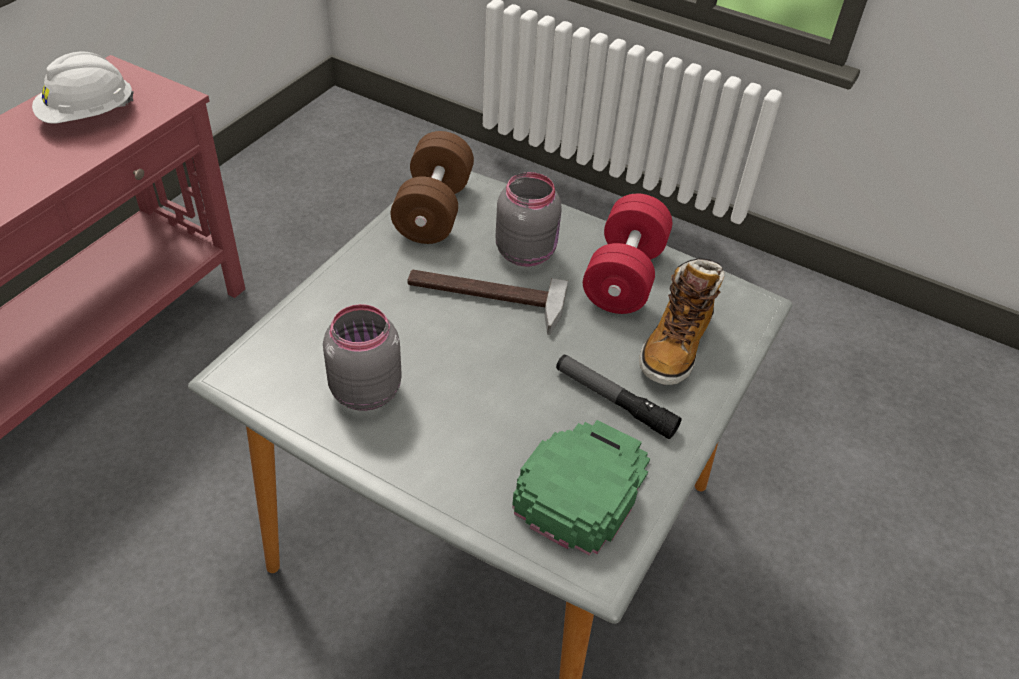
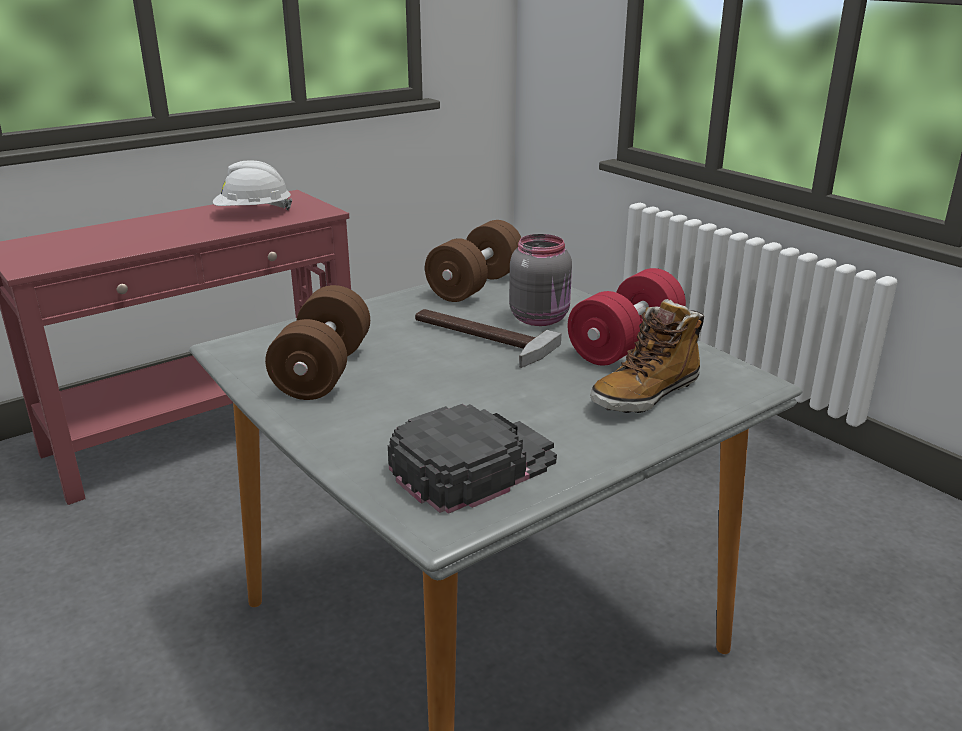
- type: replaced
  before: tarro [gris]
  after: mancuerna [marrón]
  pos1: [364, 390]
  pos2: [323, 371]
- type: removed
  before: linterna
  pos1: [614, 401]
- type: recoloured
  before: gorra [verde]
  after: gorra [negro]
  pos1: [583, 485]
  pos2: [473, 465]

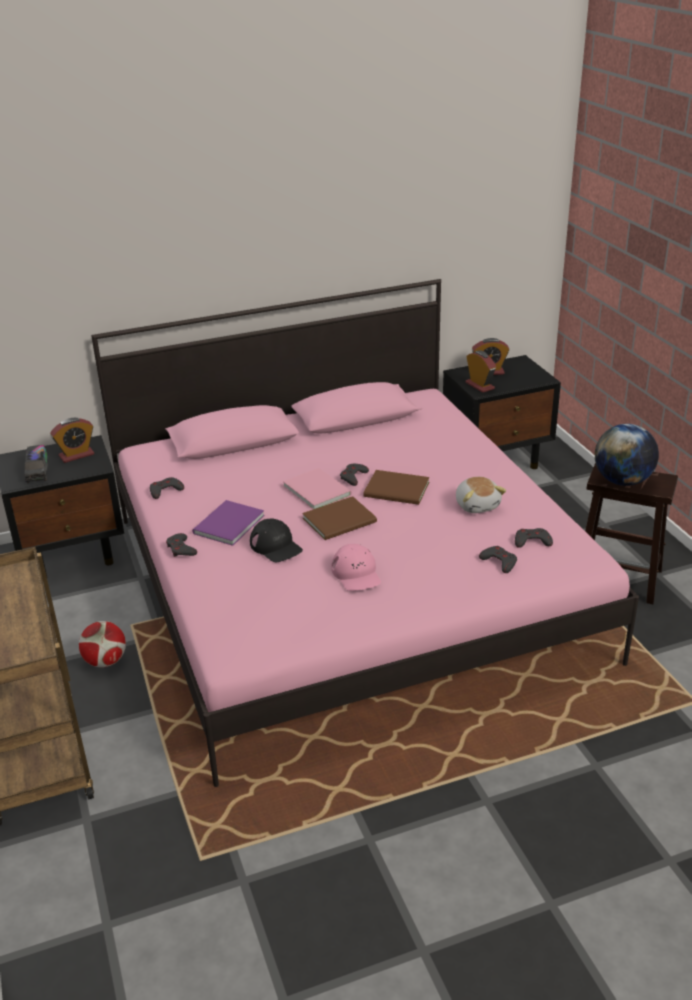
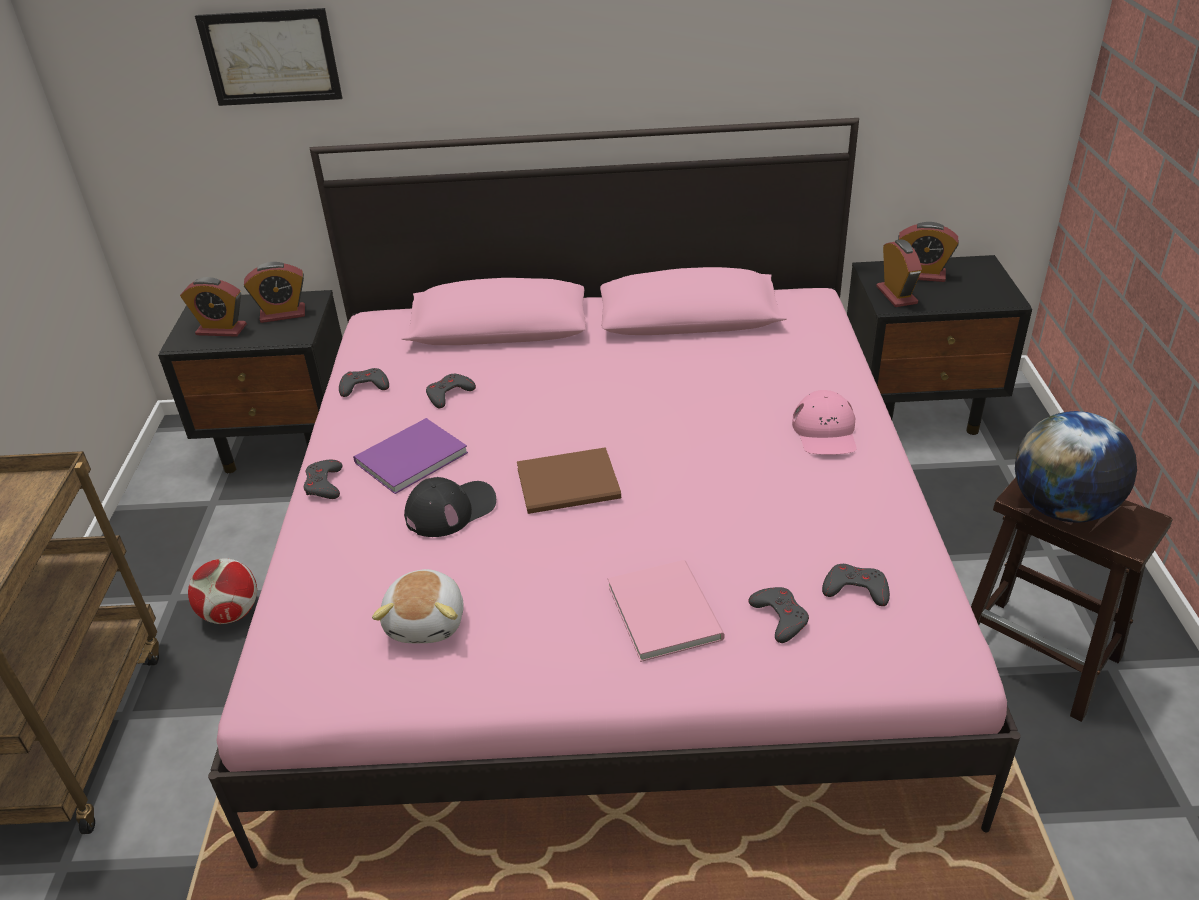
- type: replaced
  before: camión de juguete
  after: despertador
  pos1: [37, 471]
  pos2: [221, 330]
- type: moved
  before: mando de consola [gris]
  pos1: [353, 477]
  pos2: [449, 394]
- type: moved
  before: libro [rosa]
  pos1: [317, 489]
  pos2: [665, 609]
- type: removed
  before: libro [marrón]
  pos1: [398, 490]
- type: moved
  before: peluche
  pos1: [477, 505]
  pos2: [427, 621]
- type: turned
  before: gorra [negro]
  pos1: [276, 546]
  pos2: [451, 509]
  turn: -105
- type: moved
  before: gorra [rosa]
  pos1: [356, 574]
  pos2: [825, 432]
- type: added
  after: cuadro
  pos2: [271, 57]

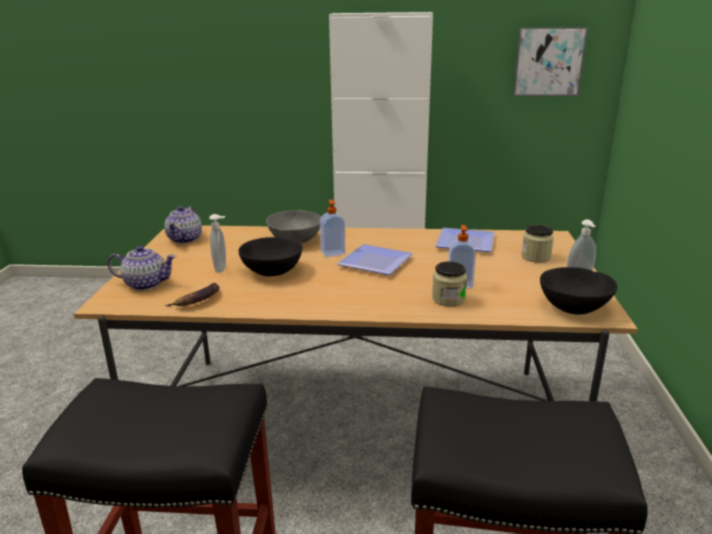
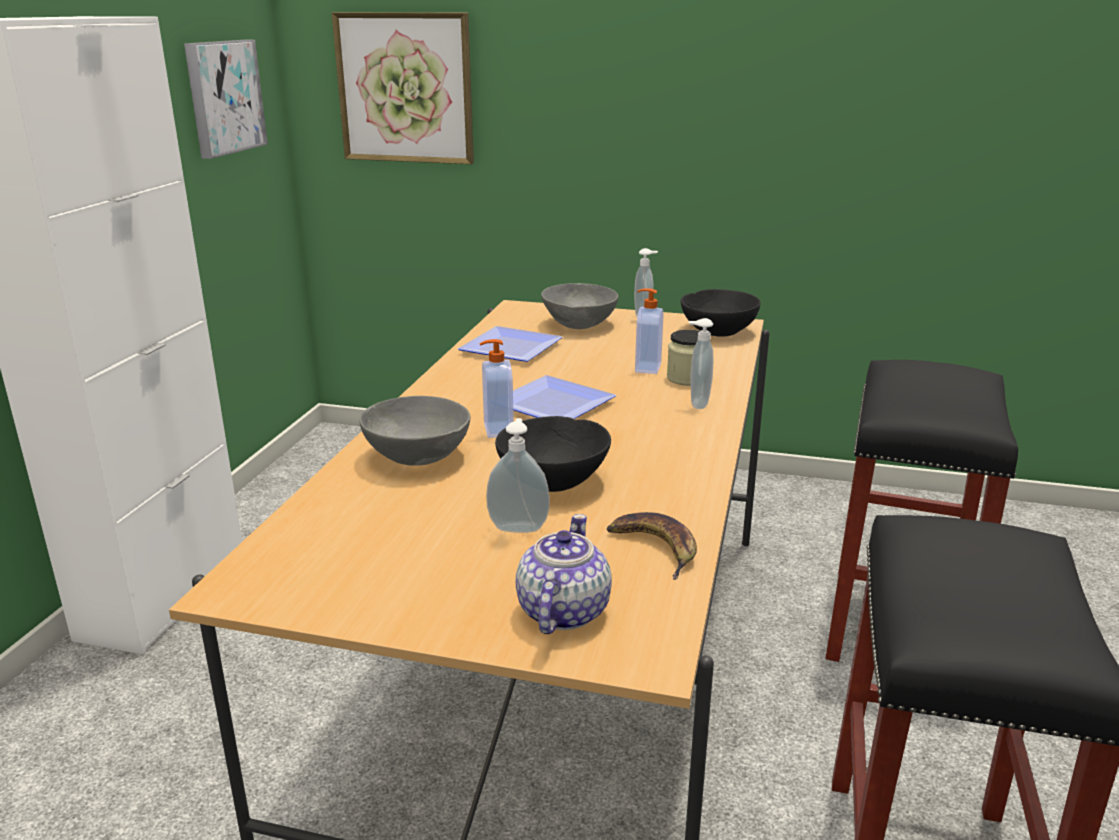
- type: removed
  before: tetera
  pos1: [185, 239]
- type: replaced
  before: tarro
  after: cuenco [gris]
  pos1: [535, 257]
  pos2: [579, 324]
- type: added
  after: cuadro
  pos2: [405, 88]
- type: added
  after: dispensador de jabón
  pos2: [697, 403]

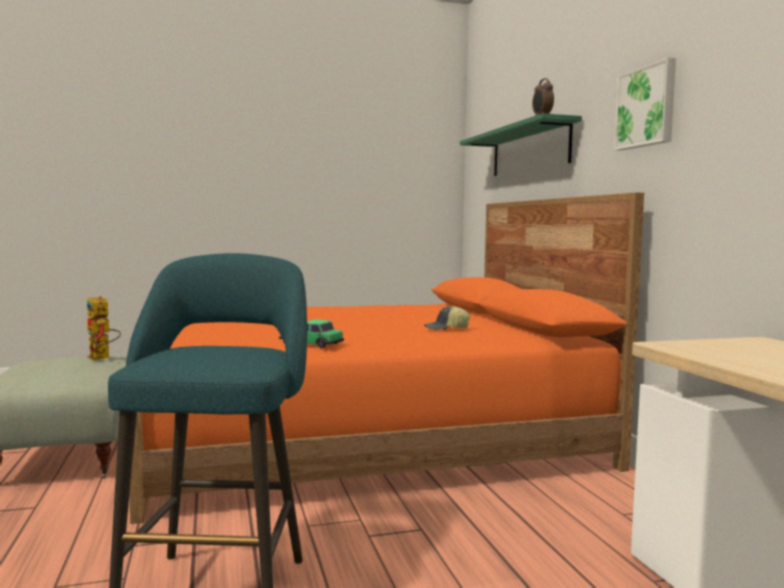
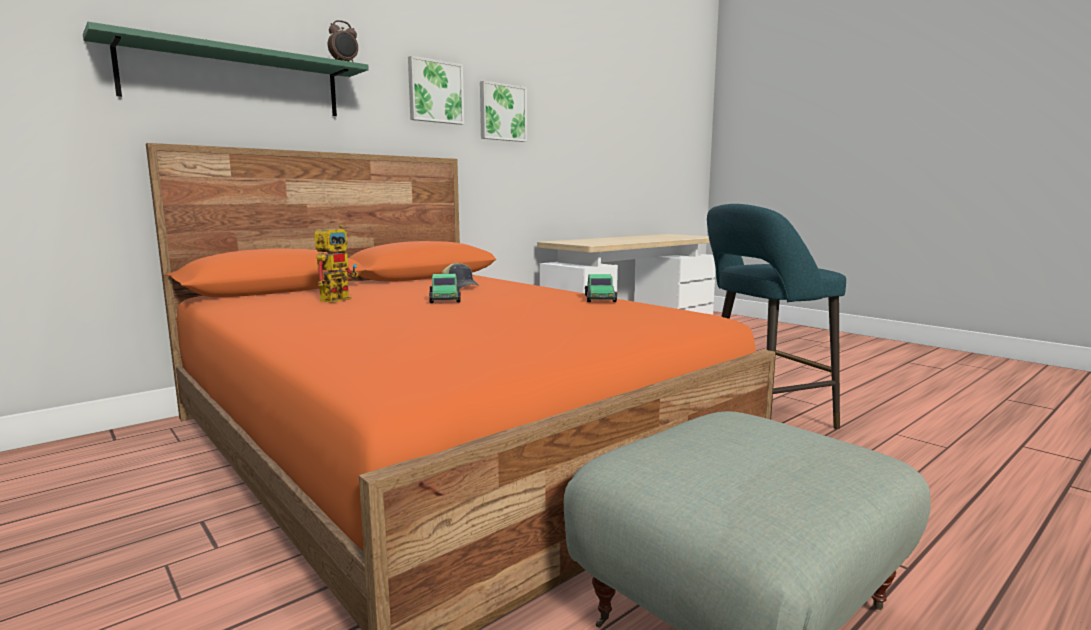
- type: moved
  before: robot de juguete
  pos1: [102, 358]
  pos2: [338, 298]
- type: added
  after: cuadro
  pos2: [502, 112]
- type: added
  after: coche de juguete
  pos2: [445, 299]

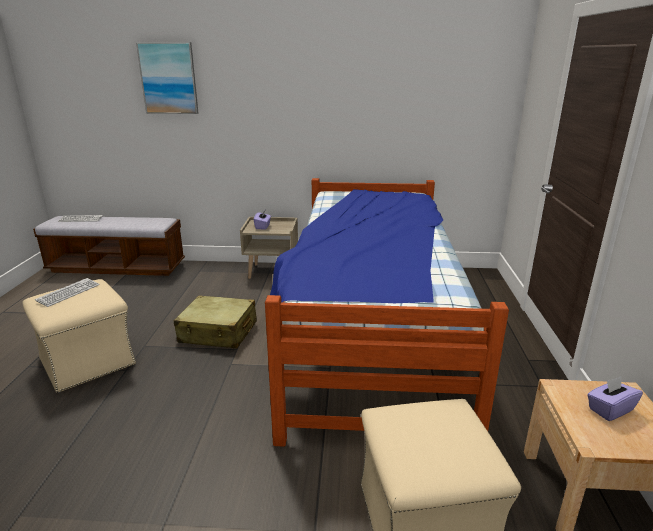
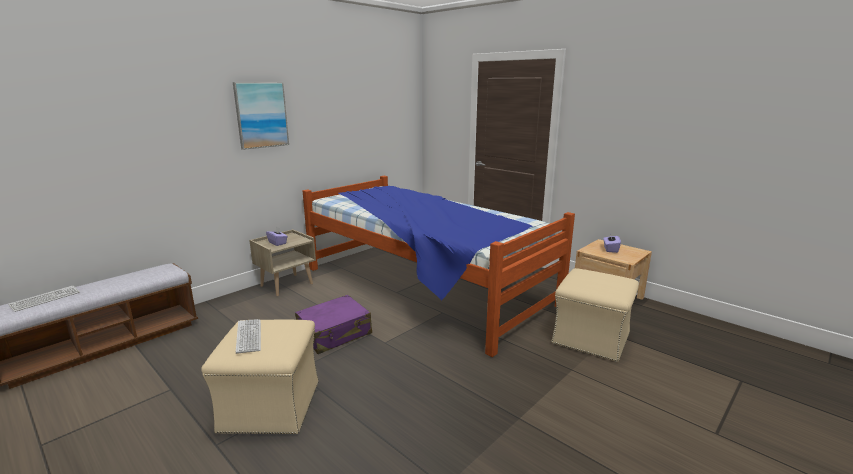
- type: moved
  before: cuadro
  pos1: [168, 78]
  pos2: [261, 115]
- type: recoloured
  before: maleta [beis]
  after: maleta [morado]
  pos1: [218, 332]
  pos2: [335, 333]

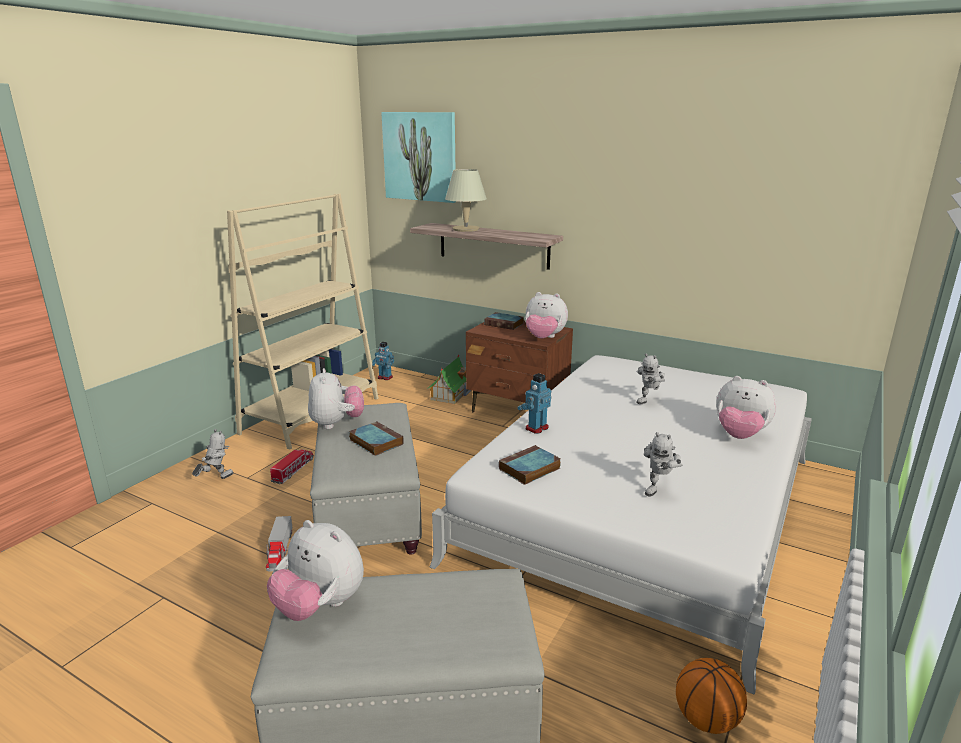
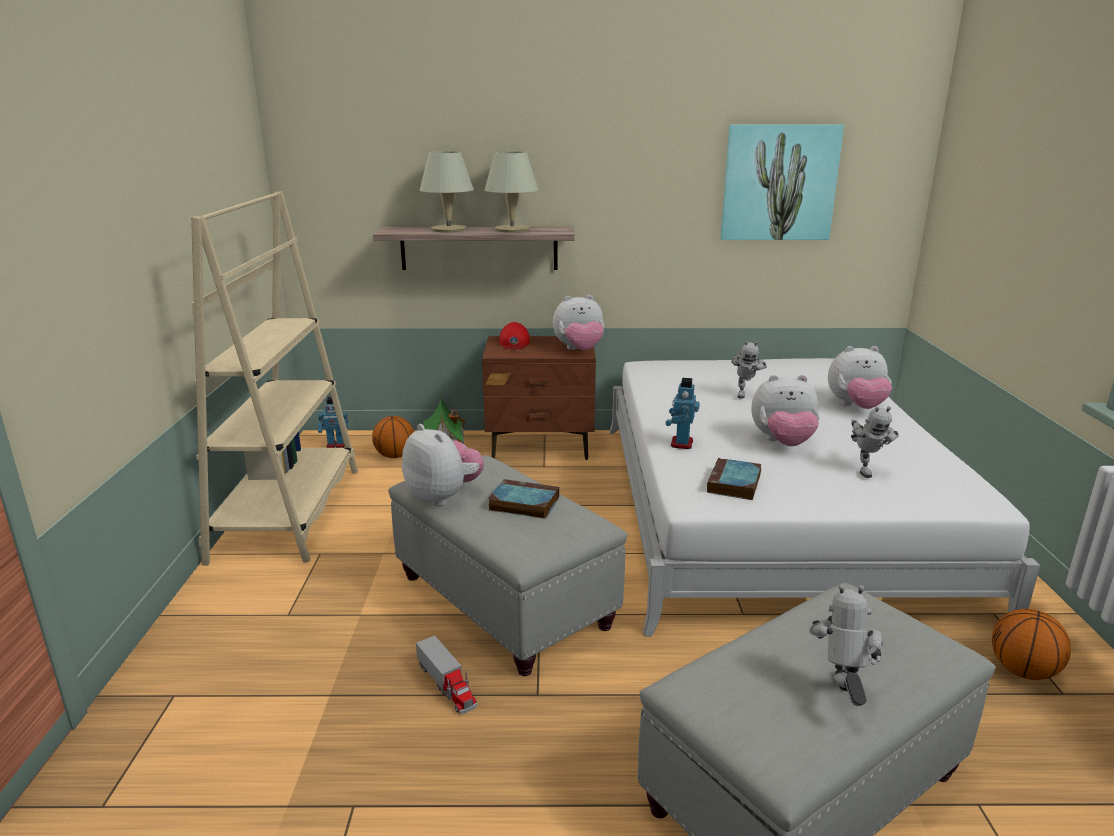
- type: moved
  before: cuadro
  pos1: [420, 156]
  pos2: [779, 183]
- type: replaced
  before: libro
  after: gorra [rojo]
  pos1: [505, 324]
  pos2: [514, 343]
- type: moved
  before: robot de juguete
  pos1: [216, 479]
  pos2: [840, 696]
- type: removed
  before: camión de juguete
  pos1: [293, 470]
- type: moved
  before: peluche
  pos1: [320, 606]
  pos2: [783, 443]
- type: added
  after: lámpara de mesa [beis]
  pos2: [512, 230]
- type: added
  after: balón de baloncesto
  pos2: [395, 456]

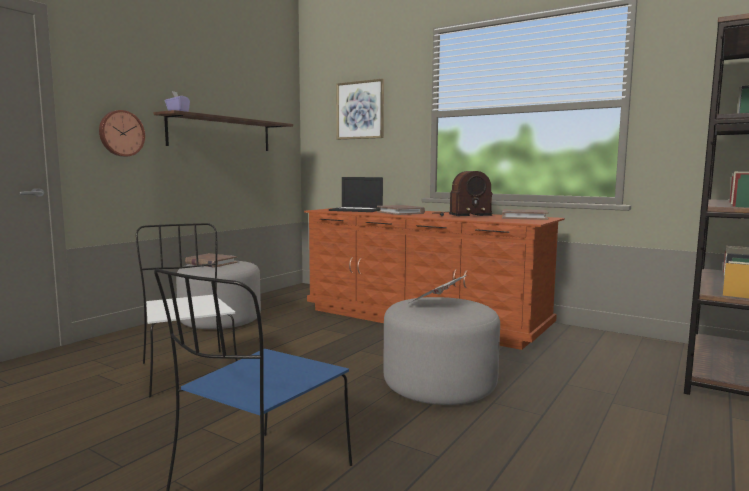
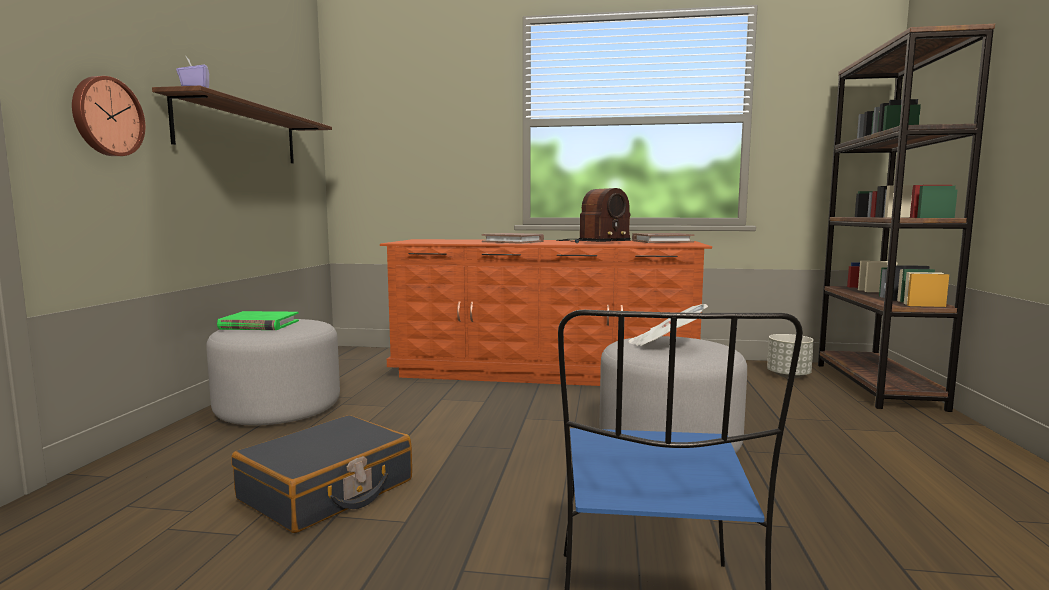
- type: removed
  before: cuadro
  pos1: [360, 110]
- type: removed
  before: portátil
  pos1: [357, 210]
- type: replaced
  before: silla [blanco]
  after: maleta [negro]
  pos1: [188, 371]
  pos2: [327, 490]
- type: recoloured
  before: libro [marrón]
  after: libro [verde]
  pos1: [211, 263]
  pos2: [259, 325]
- type: added
  after: maceta [gris]
  pos2: [788, 375]

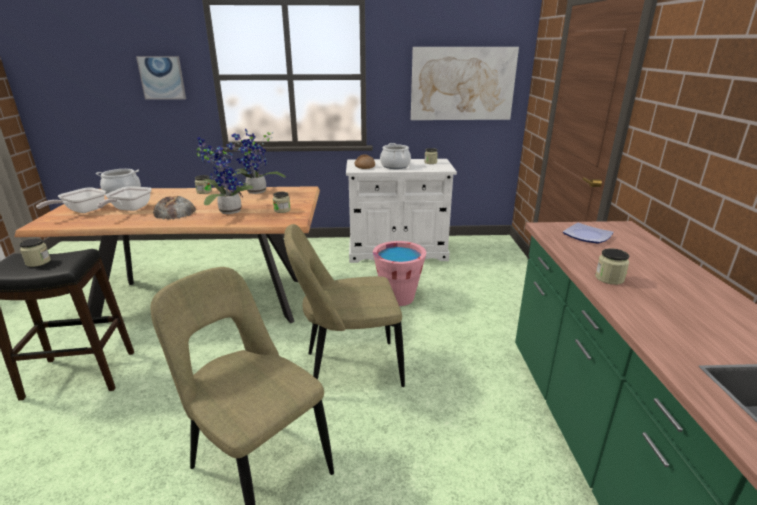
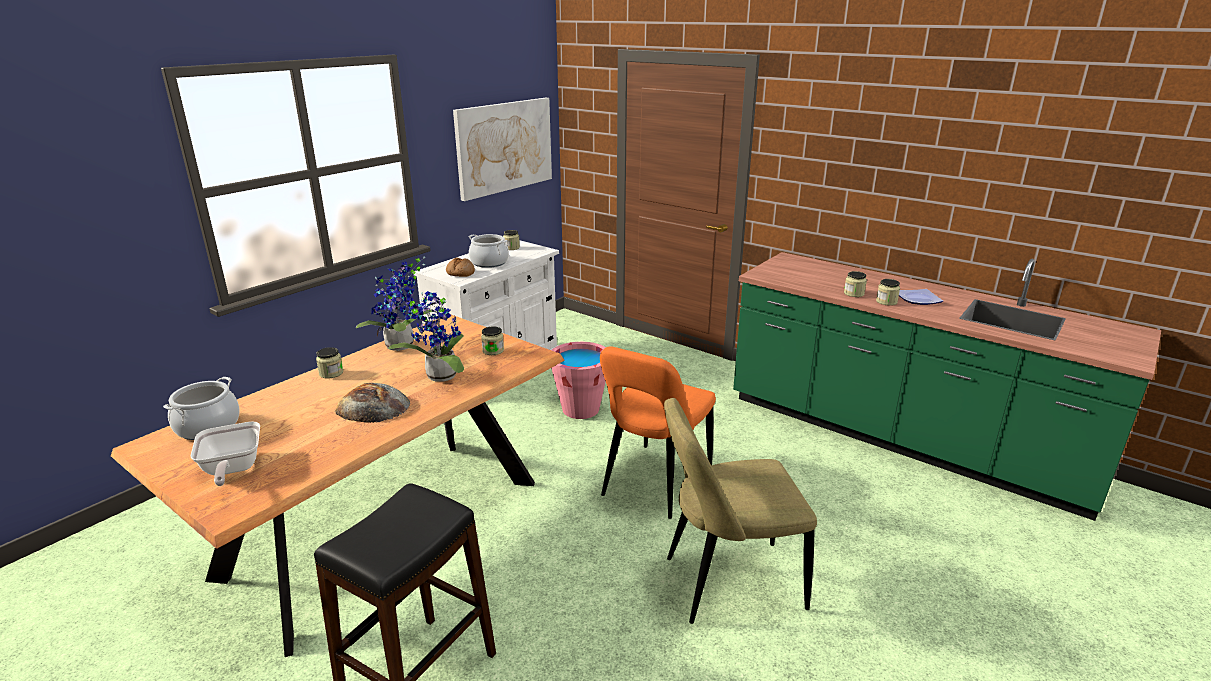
- type: removed
  before: cuadro
  pos1: [162, 78]
- type: removed
  before: sartén
  pos1: [129, 209]
- type: moved
  before: plato
  pos1: [586, 236]
  pos2: [918, 299]
- type: recoloured
  before: silla [beis]
  after: silla [naranja]
  pos1: [348, 369]
  pos2: [654, 484]
- type: moved
  before: tarro
  pos1: [38, 262]
  pos2: [886, 302]

